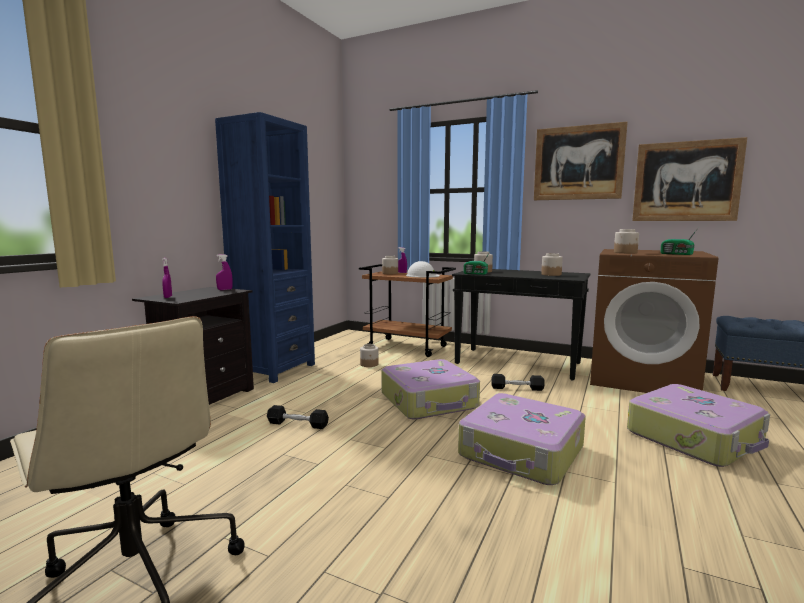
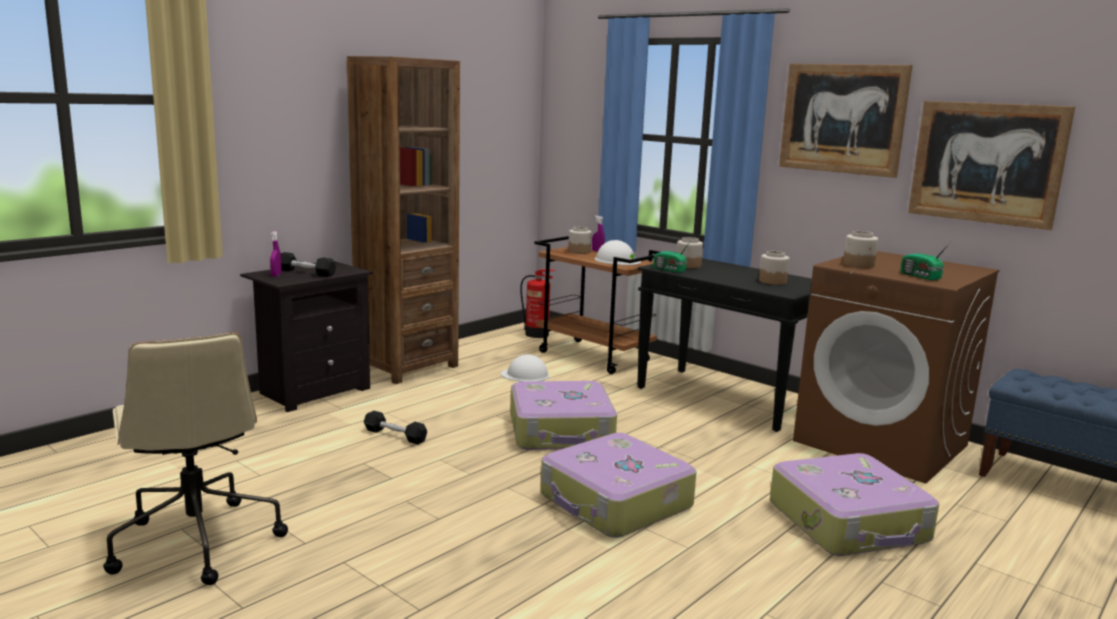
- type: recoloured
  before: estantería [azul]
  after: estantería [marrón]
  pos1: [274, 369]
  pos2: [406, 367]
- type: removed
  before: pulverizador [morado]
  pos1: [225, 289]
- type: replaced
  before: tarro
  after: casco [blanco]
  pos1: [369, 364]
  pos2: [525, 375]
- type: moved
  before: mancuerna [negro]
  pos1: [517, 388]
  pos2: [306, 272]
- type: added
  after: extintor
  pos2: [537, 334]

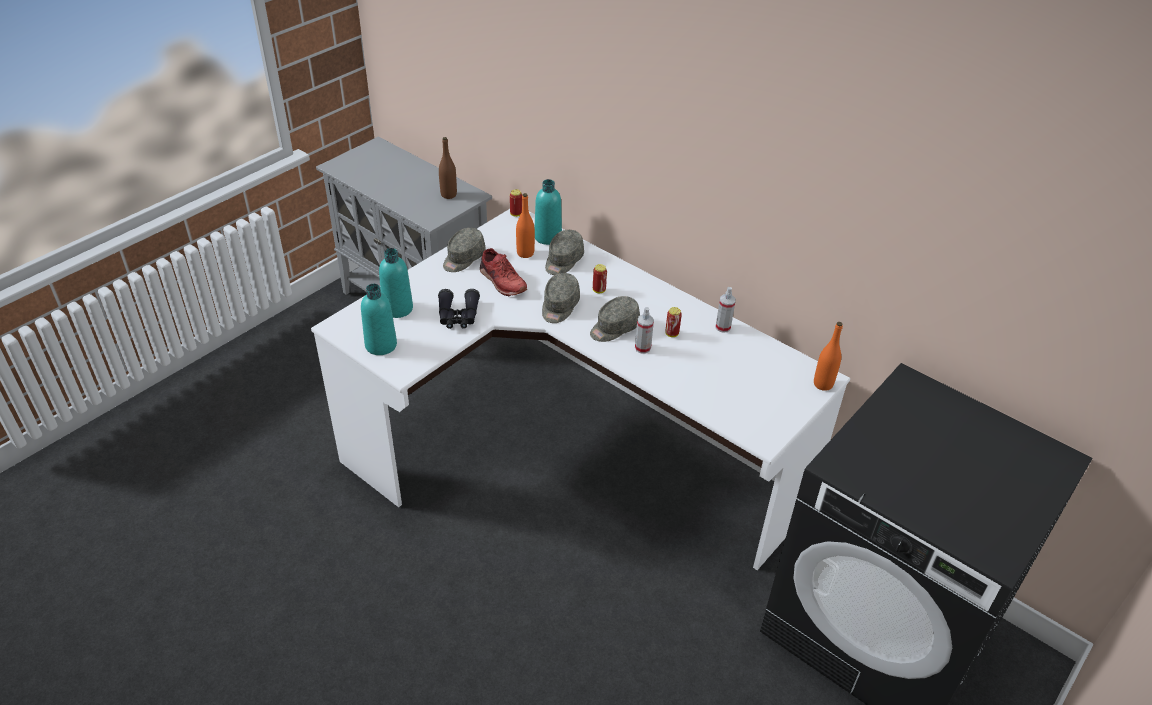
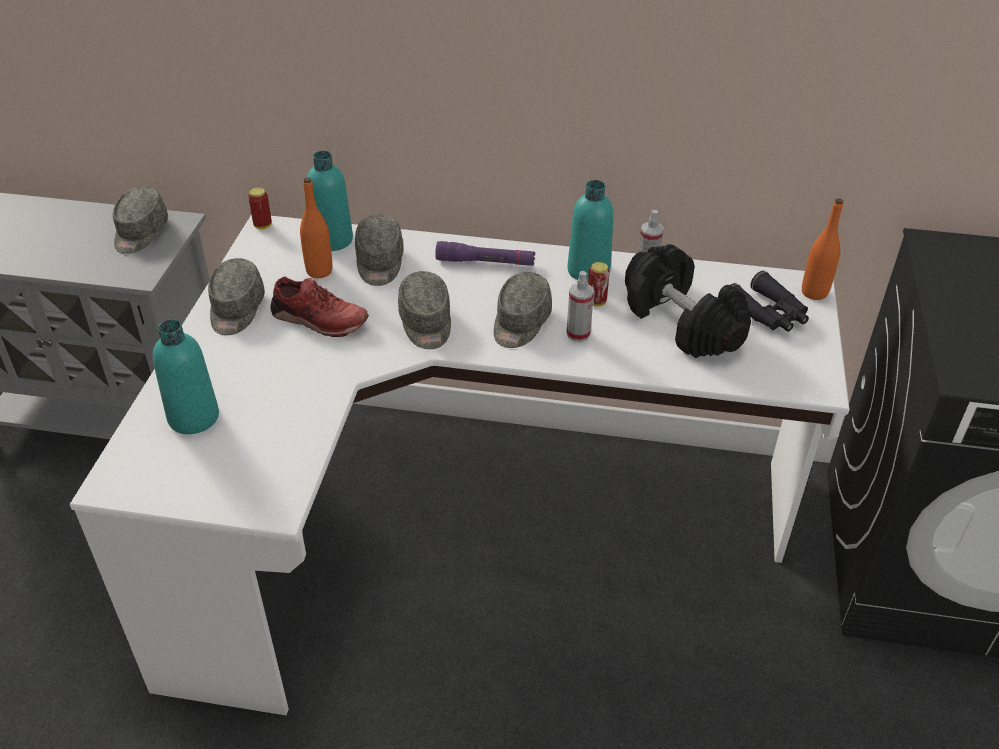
- type: replaced
  before: botella [marrón]
  after: gorra [gris]
  pos1: [448, 195]
  pos2: [140, 233]
- type: removed
  before: lata
  pos1: [599, 290]
- type: moved
  before: botella [turquesa]
  pos1: [381, 345]
  pos2: [588, 270]
- type: moved
  before: prismáticos [negro]
  pos1: [458, 316]
  pos2: [768, 314]
- type: added
  after: linterna [morado]
  pos2: [485, 262]
- type: added
  after: mancuerna [negro]
  pos2: [680, 323]

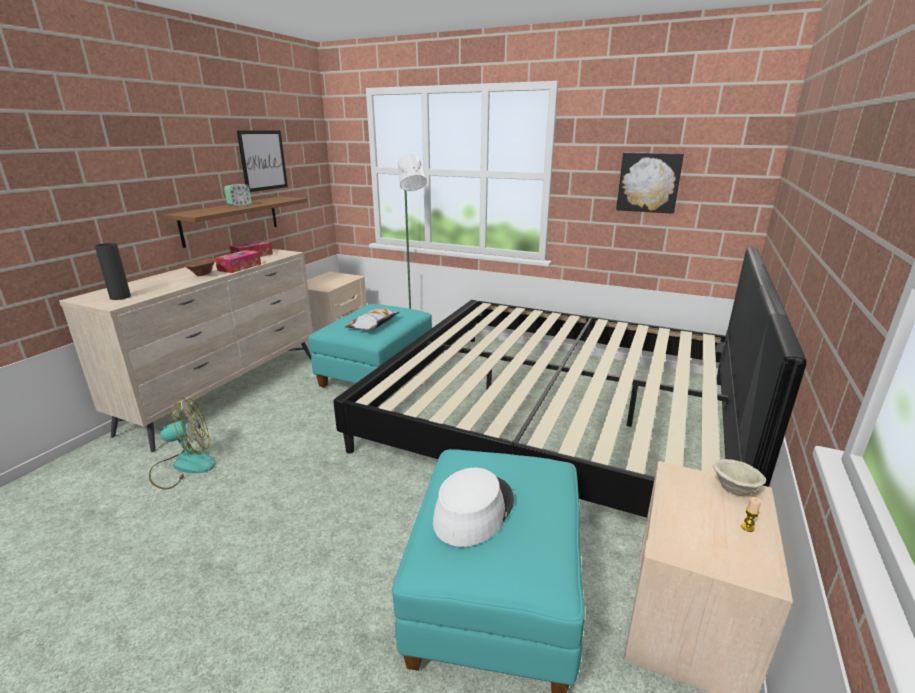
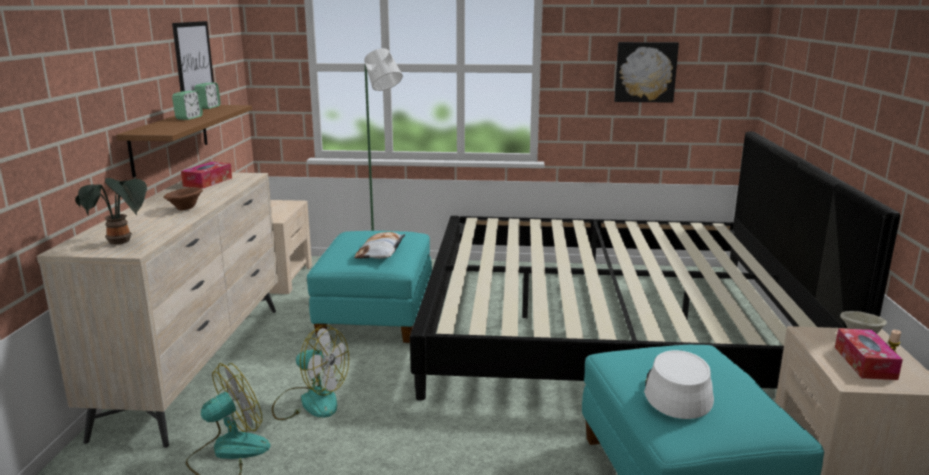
- type: replaced
  before: florero [negro]
  after: planta en maceta
  pos1: [120, 297]
  pos2: [121, 243]
- type: moved
  before: caja de pañuelos
  pos1: [239, 267]
  pos2: [865, 363]
- type: added
  after: despertador
  pos2: [209, 107]
- type: added
  after: ventilador
  pos2: [310, 401]

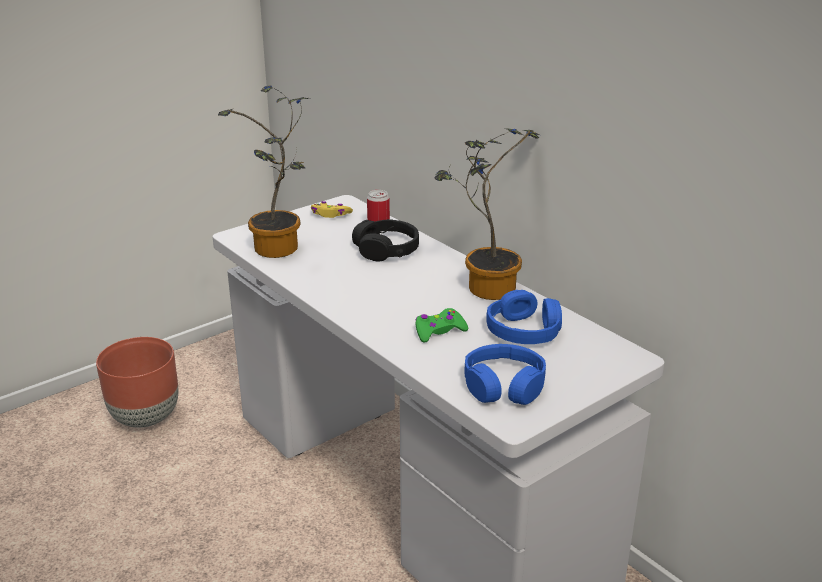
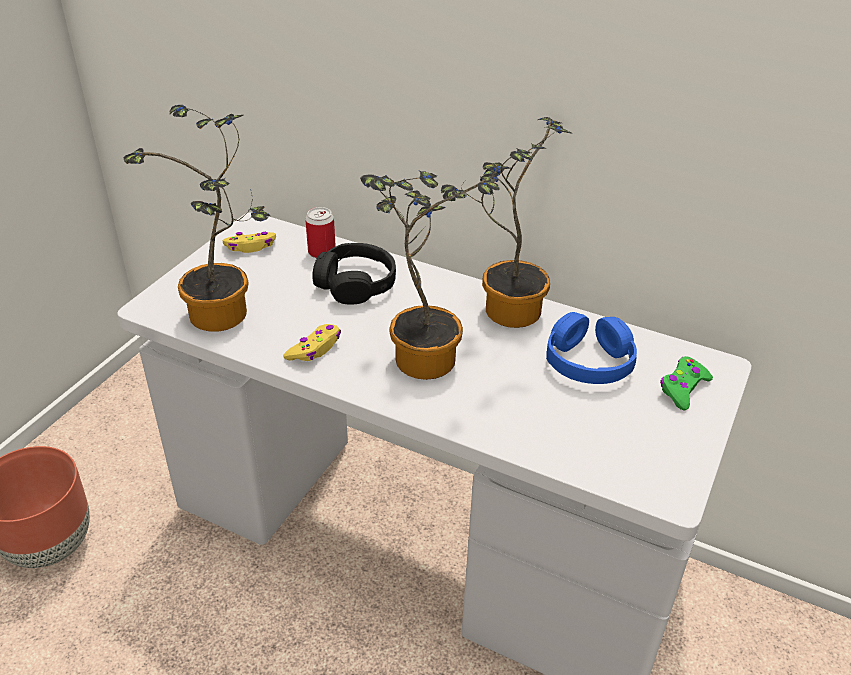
- type: moved
  before: mando de consola [verde]
  pos1: [439, 331]
  pos2: [683, 388]
- type: removed
  before: auriculares [azul]
  pos1: [504, 386]
- type: added
  after: planta en maceta
  pos2: [421, 354]
- type: added
  after: mando de consola [amarillo]
  pos2: [315, 349]

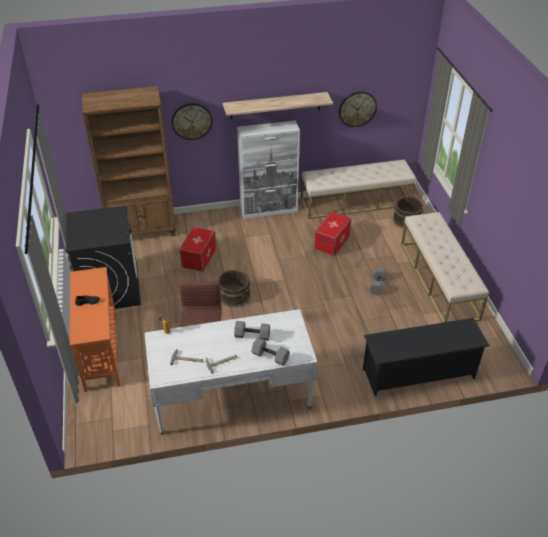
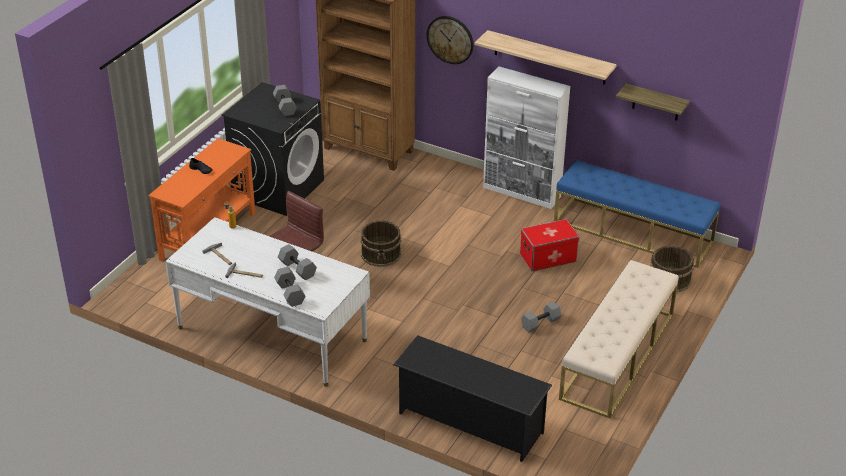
- type: replaced
  before: reloj de pared
  after: estante
  pos1: [357, 109]
  pos2: [656, 103]
- type: recoloured
  before: banco [beis]
  after: banco [azul]
  pos1: [356, 202]
  pos2: [633, 231]
- type: removed
  before: caja de almacenaje
  pos1: [198, 257]
- type: added
  after: mancuerna [gris]
  pos2: [285, 107]

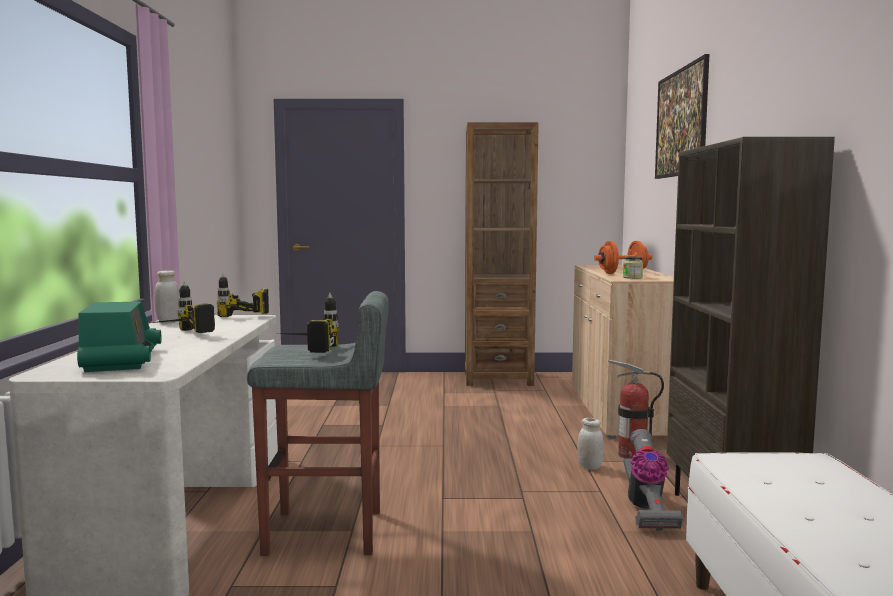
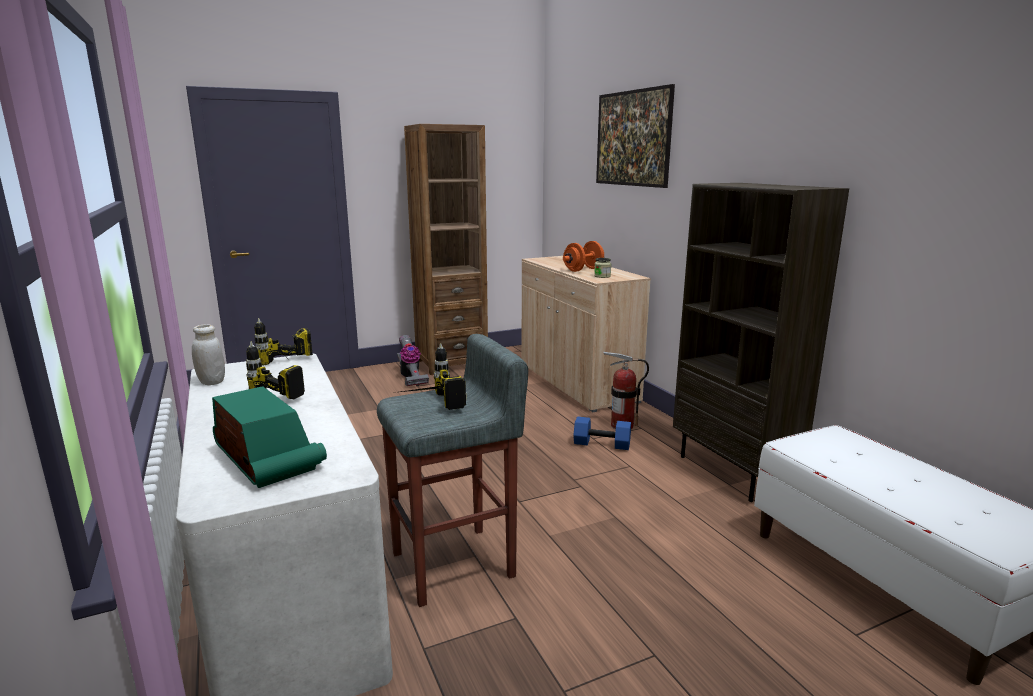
- type: replaced
  before: tarro [blanco]
  after: mancuerna [azul]
  pos1: [589, 467]
  pos2: [602, 444]
- type: moved
  before: aspiradora
  pos1: [646, 509]
  pos2: [410, 377]

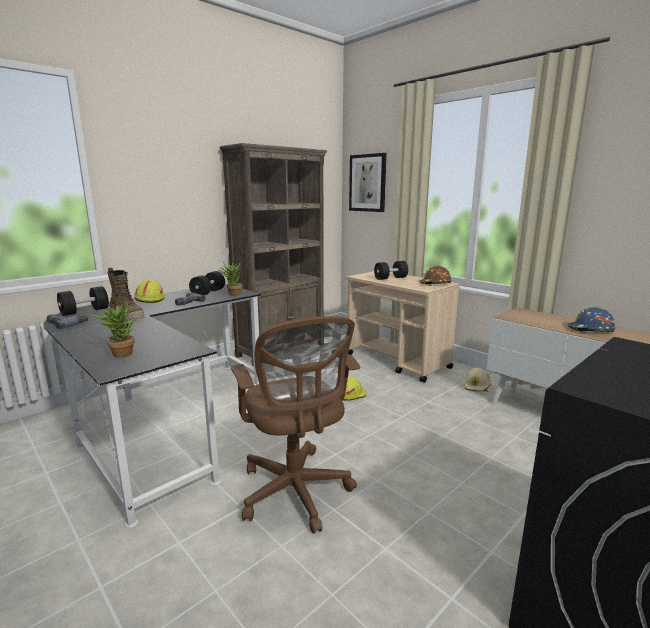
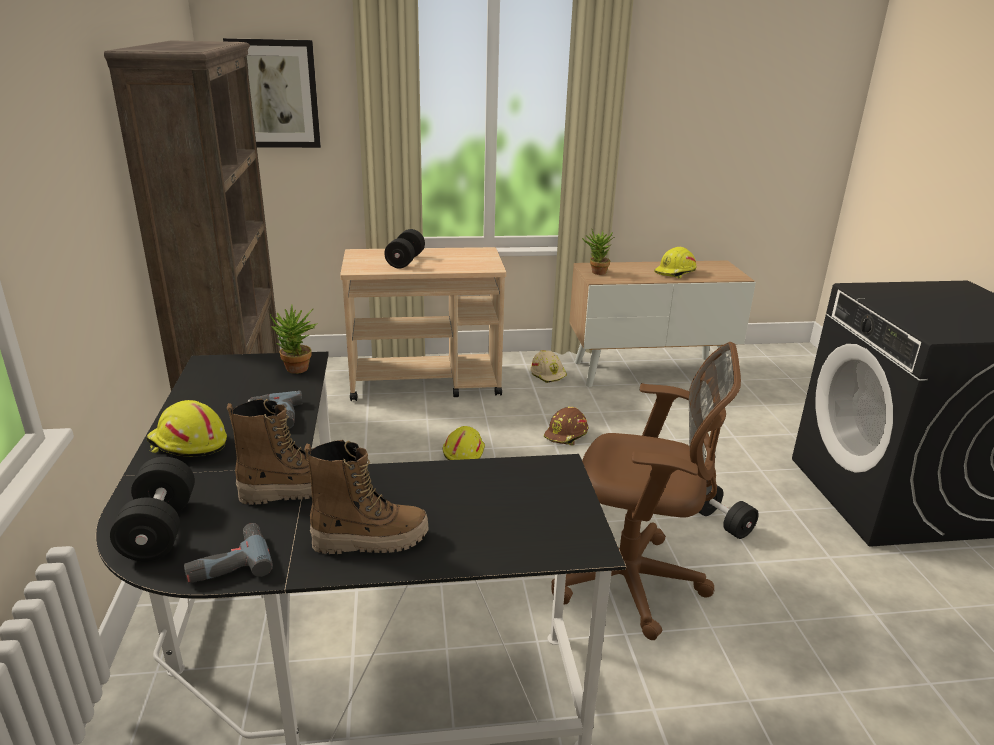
- type: moved
  before: casco [marrón]
  pos1: [434, 284]
  pos2: [566, 435]
- type: moved
  before: mancuerna [negro]
  pos1: [208, 293]
  pos2: [720, 522]
- type: moved
  before: planta en maceta
  pos1: [120, 353]
  pos2: [596, 273]
- type: recoloured
  before: casco [azul]
  after: casco [amarillo]
  pos1: [590, 330]
  pos2: [675, 272]
- type: added
  after: bota
  pos2: [370, 540]

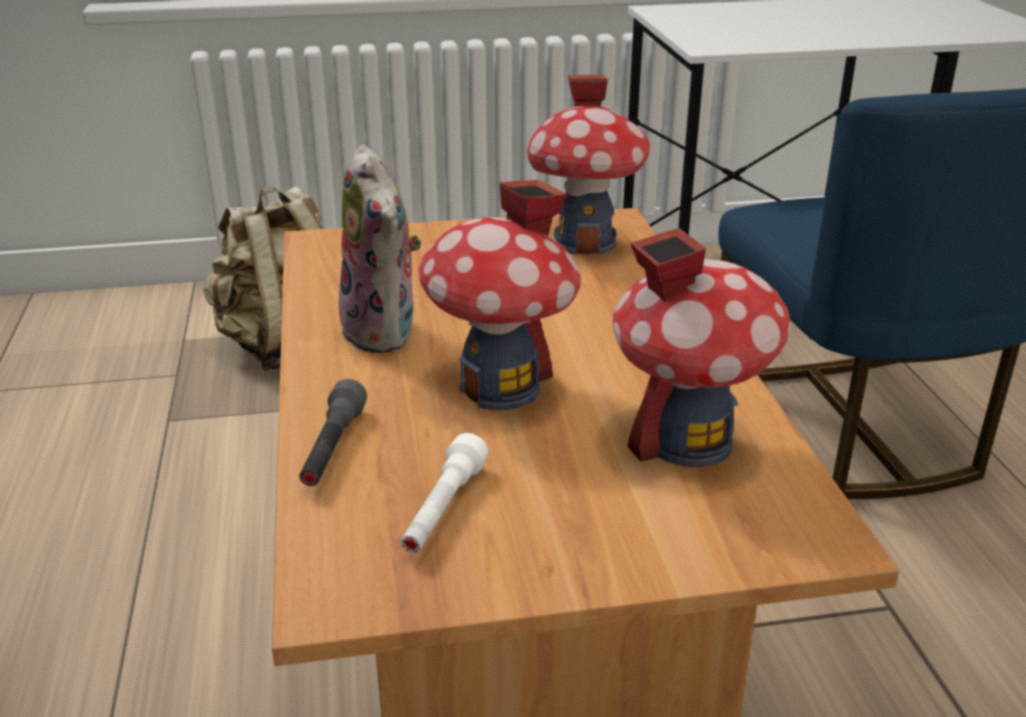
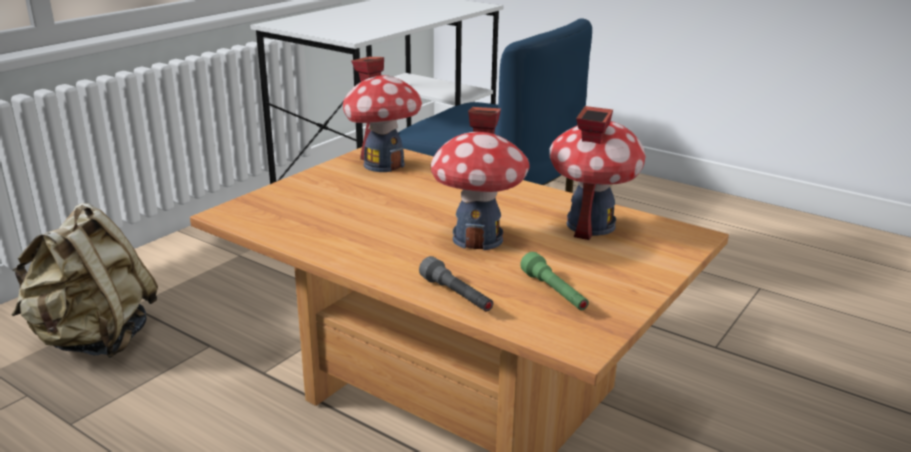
- type: removed
  before: peluche
  pos1: [385, 332]
- type: recoloured
  before: linterna [blanco]
  after: linterna [verde]
  pos1: [443, 510]
  pos2: [554, 293]

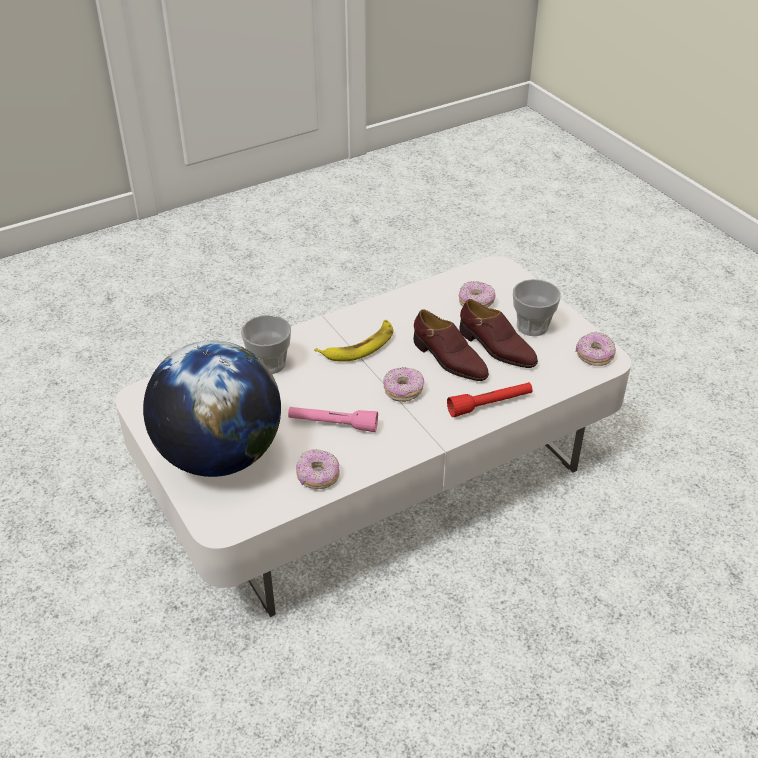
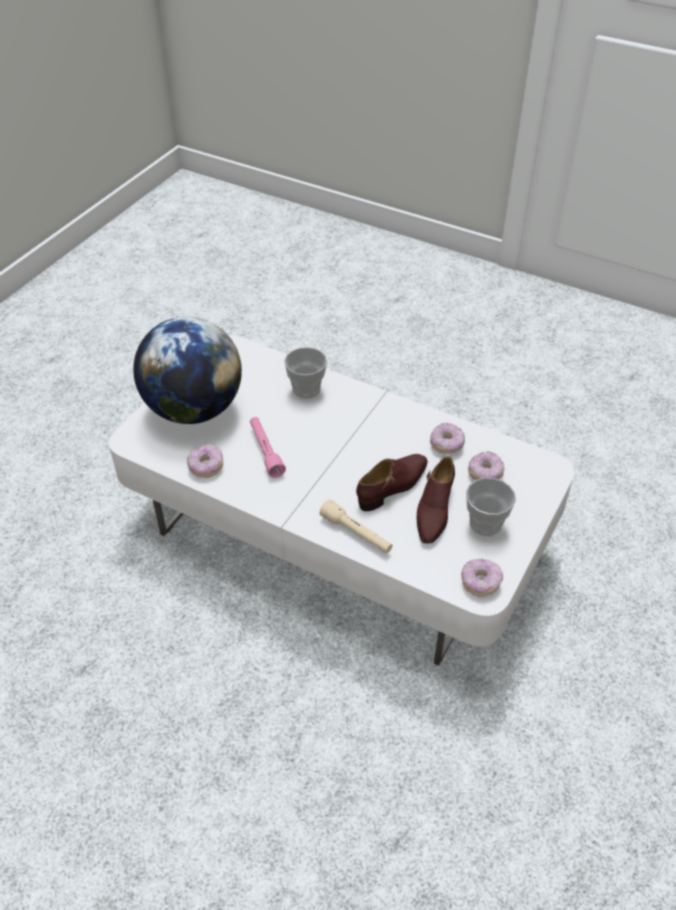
- type: turned
  before: zapato [marrón]
  pos1: [449, 360]
  pos2: [393, 486]
  turn: -150
- type: removed
  before: plátano
  pos1: [359, 346]
- type: moved
  before: rosquilla
  pos1: [403, 391]
  pos2: [446, 444]
- type: recoloured
  before: linterna [rojo]
  after: linterna [beis]
  pos1: [490, 405]
  pos2: [356, 533]

